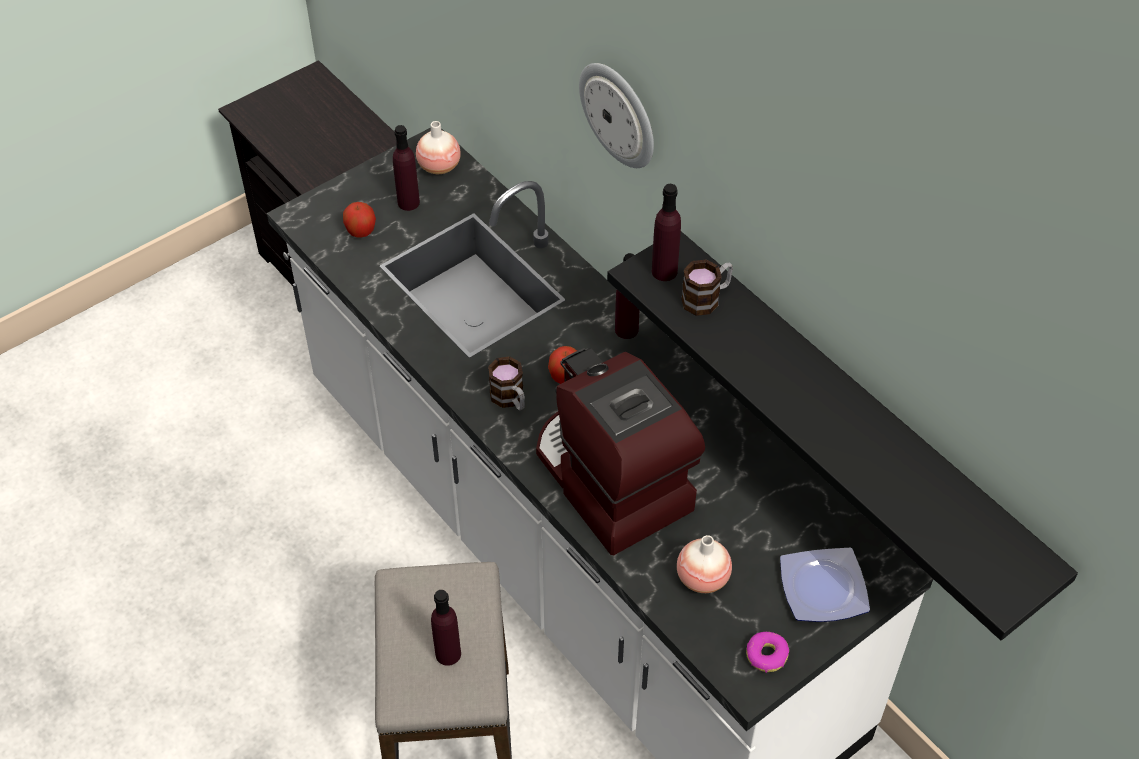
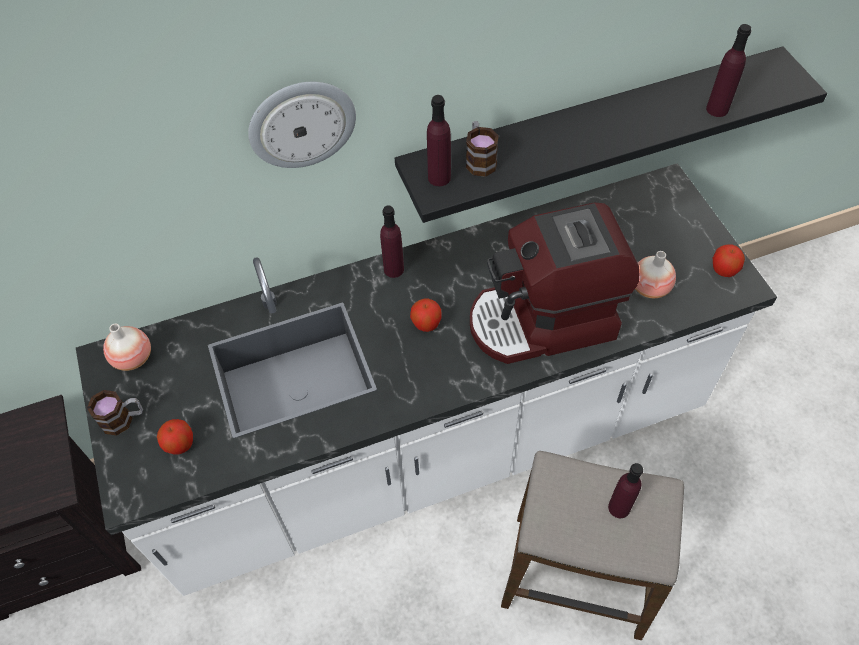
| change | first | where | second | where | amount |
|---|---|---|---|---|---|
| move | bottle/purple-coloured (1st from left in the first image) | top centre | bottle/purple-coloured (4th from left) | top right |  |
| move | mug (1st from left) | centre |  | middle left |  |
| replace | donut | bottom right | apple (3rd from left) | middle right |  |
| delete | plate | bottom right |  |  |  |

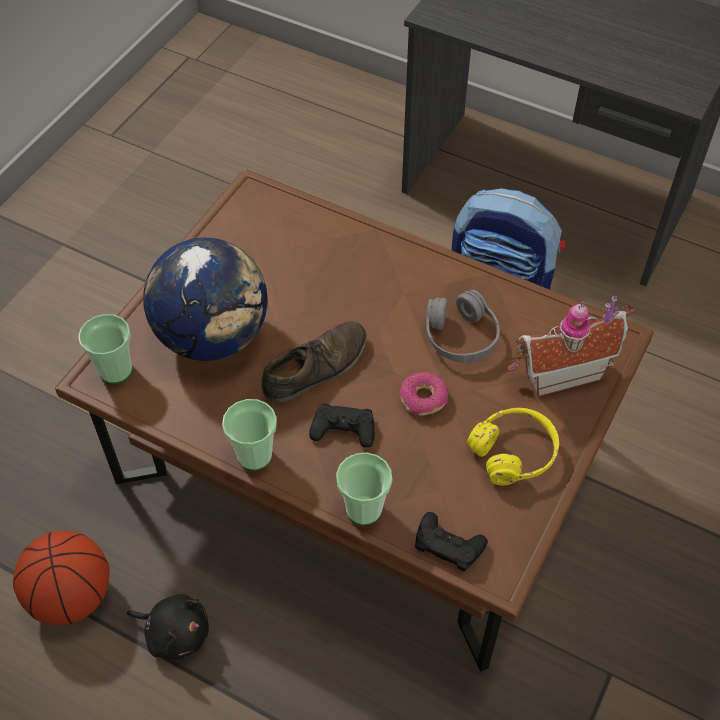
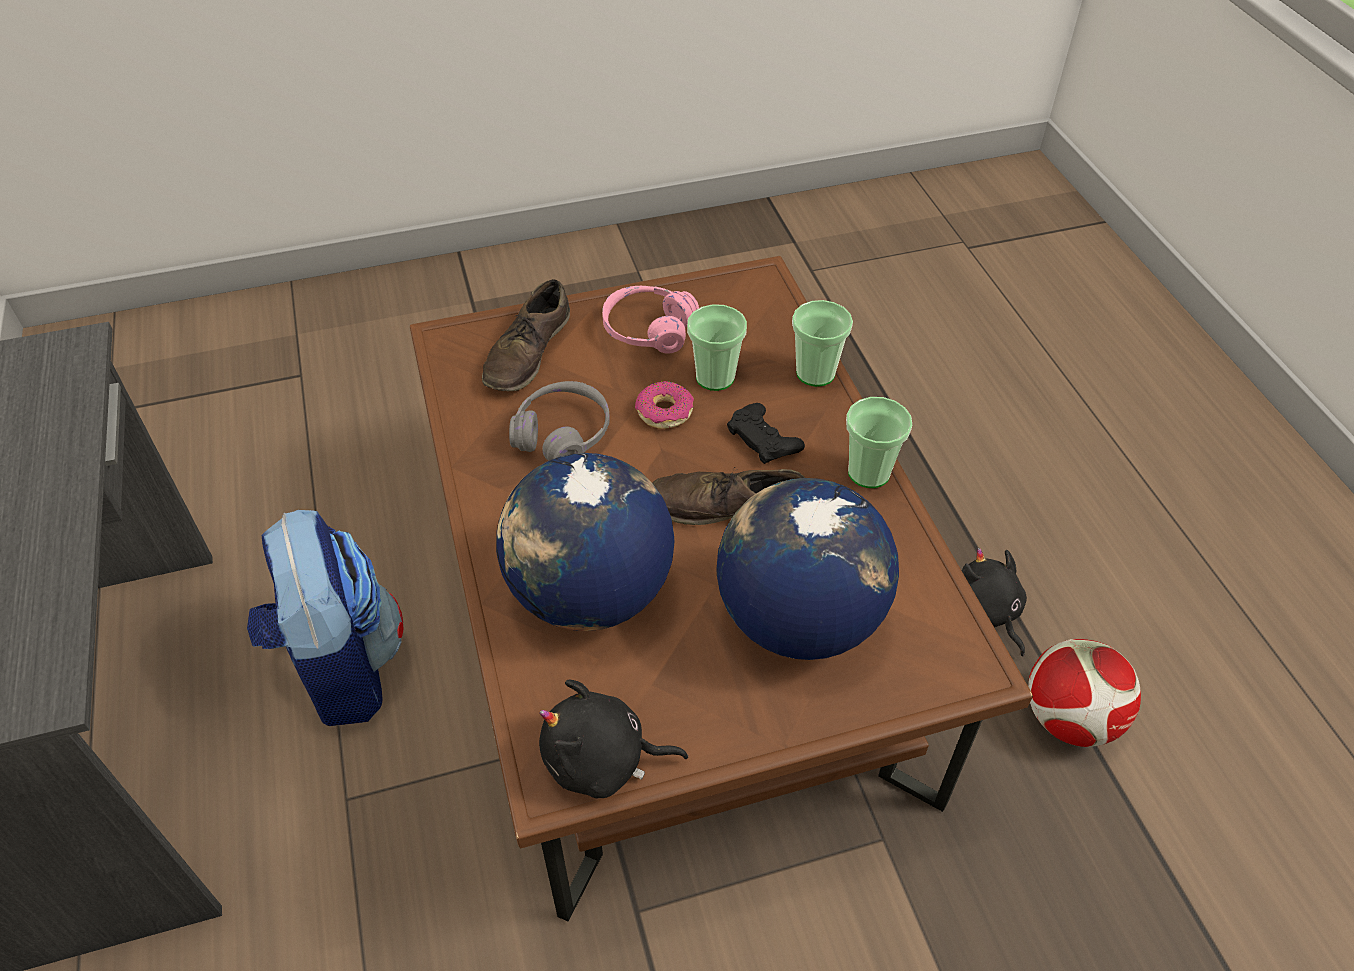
| change | first | where | second | where | amount |
|---|---|---|---|---|---|
| replace | basketball ball | bottom left | football | bottom right |  |
| move | cup (1st from left) | middle left |  | centre |  |
| delete | gamepad/blackish (2nd from left) | bottom centre |  |  |  |
| recolor | headset/yellow | middle right | headset/pink-coloured | top centre |  |
| replace | model house | middle right | low shoe/brownish (1st from left) | centre |  |
| insert |  |  | world globe (1st from left) | centre |  |
| insert |  |  | plush toy/blackish (1st from left) | bottom centre |  |

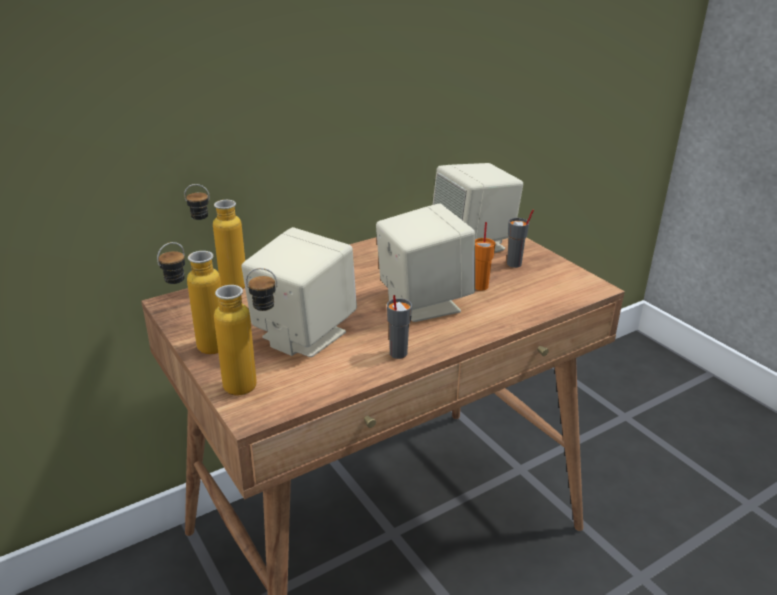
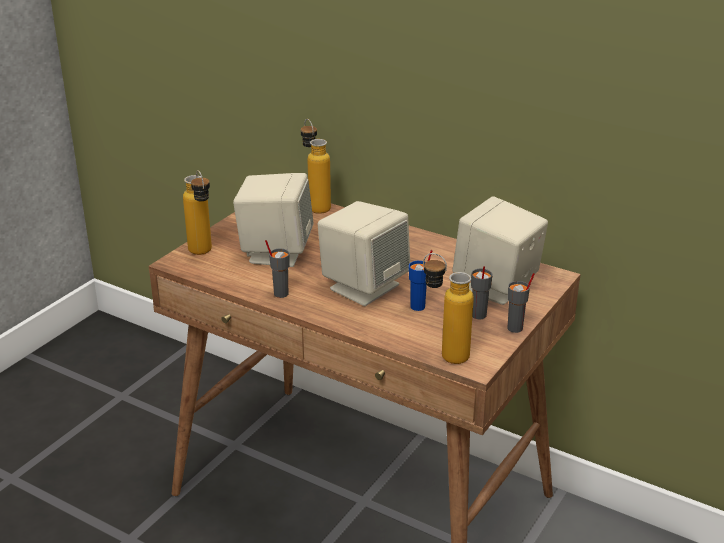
| change | first | where | second | where | amount |
|---|---|---|---|---|---|
| move | bottle (1st from left in the first image) | middle left | bottle (3rd from left) | centre |  |
| recolor | cup/orangey | centre | cup/blue | centre |  |
| insert |  |  | cup/greyish (3rd from left) | middle right |  |

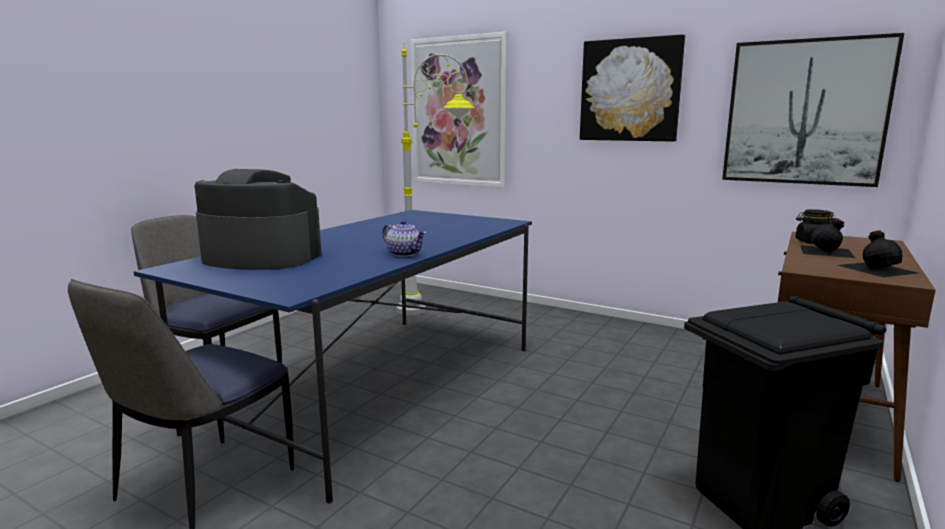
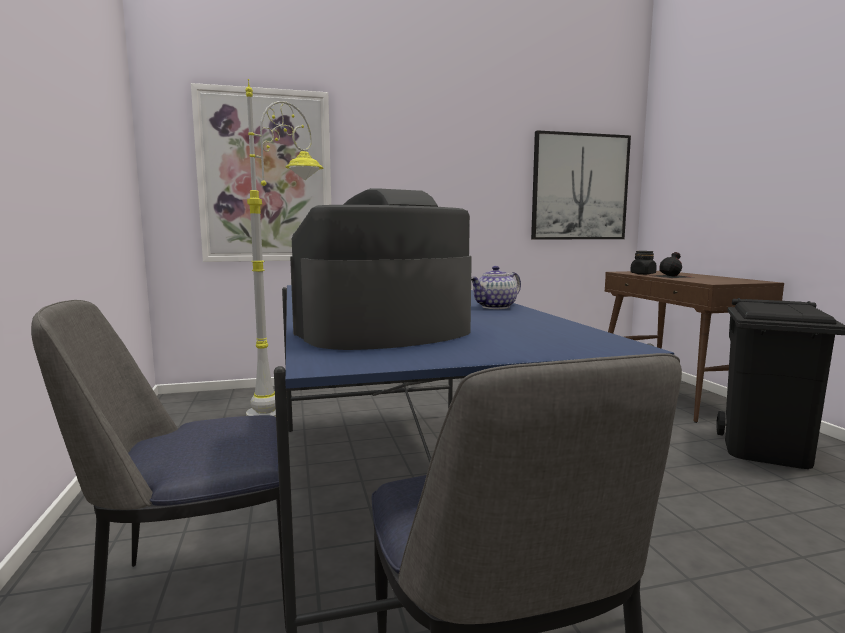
| change | first | where | second | where | amount |
|---|---|---|---|---|---|
| rotate | tea pot | centre |  | centre | 150 degrees clockwise |
| delete | wall art (2nd from left) | top right |  |  |  |
| delete | bottle/blackish (2nd from left) | middle right |  |  |  |

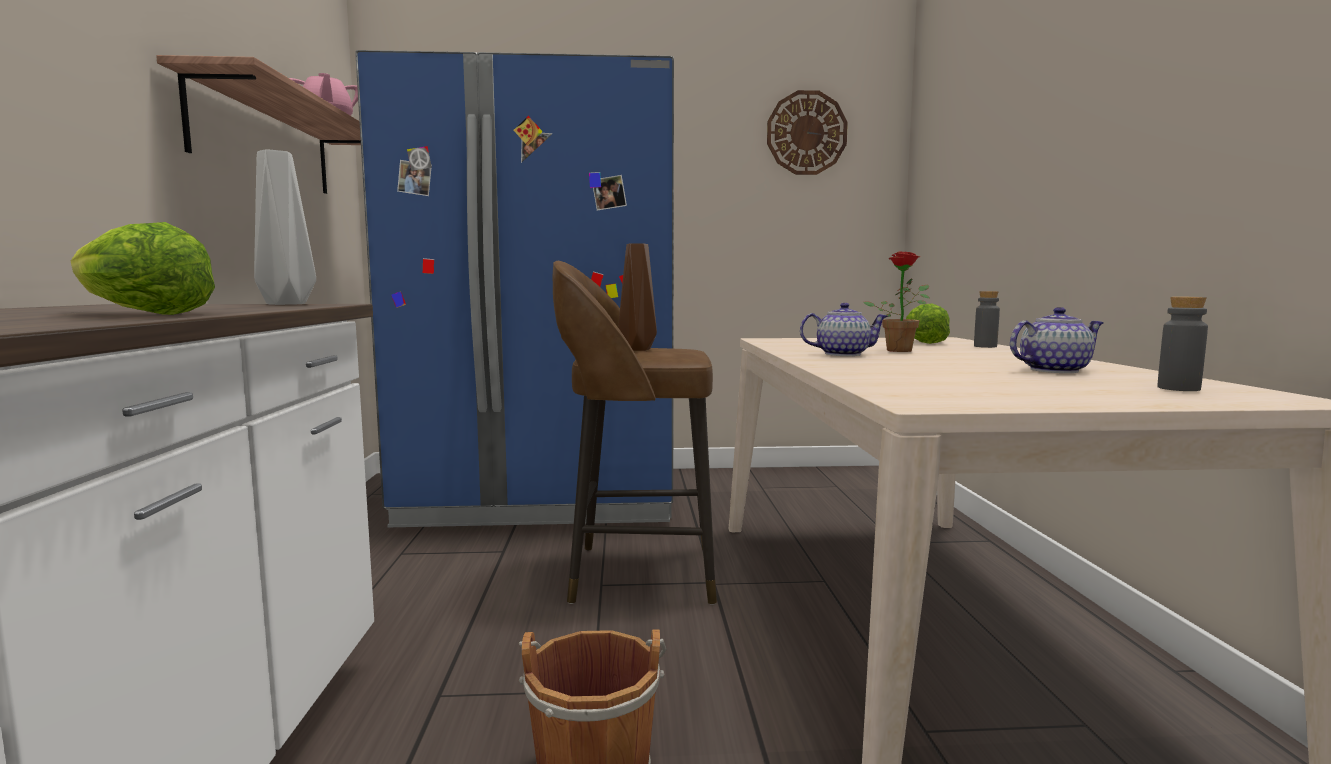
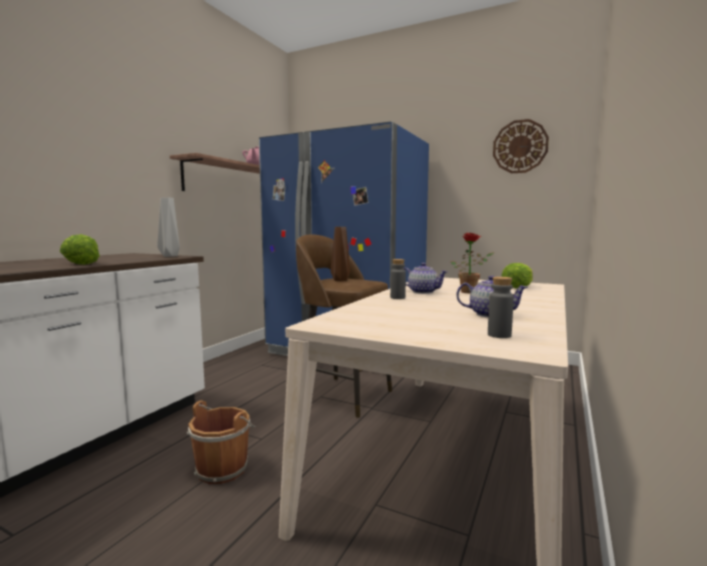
| change | first | where | second | where | amount |
|---|---|---|---|---|---|
| move | bottle/greyish (1st from left) | middle right |  | centre |  |

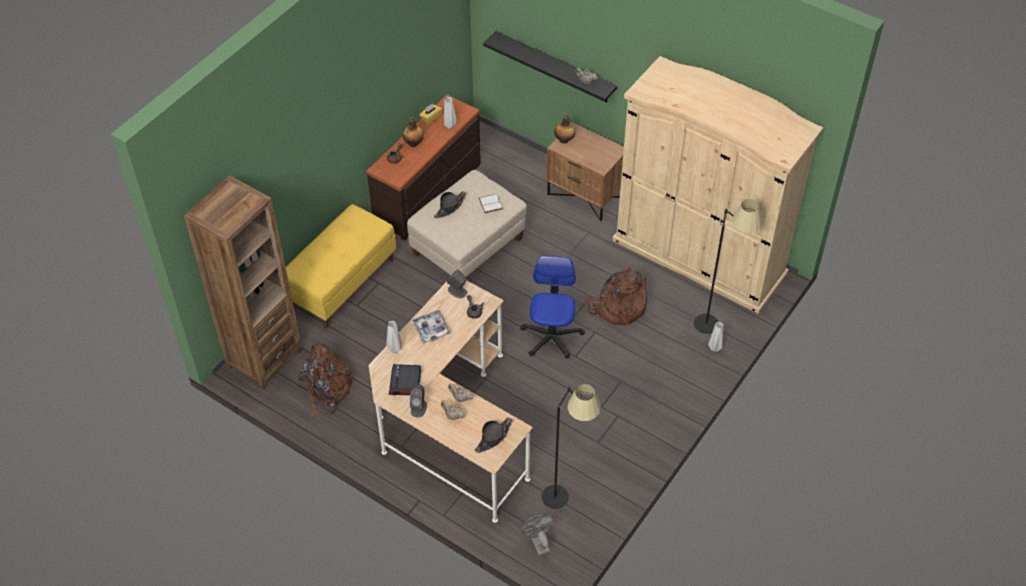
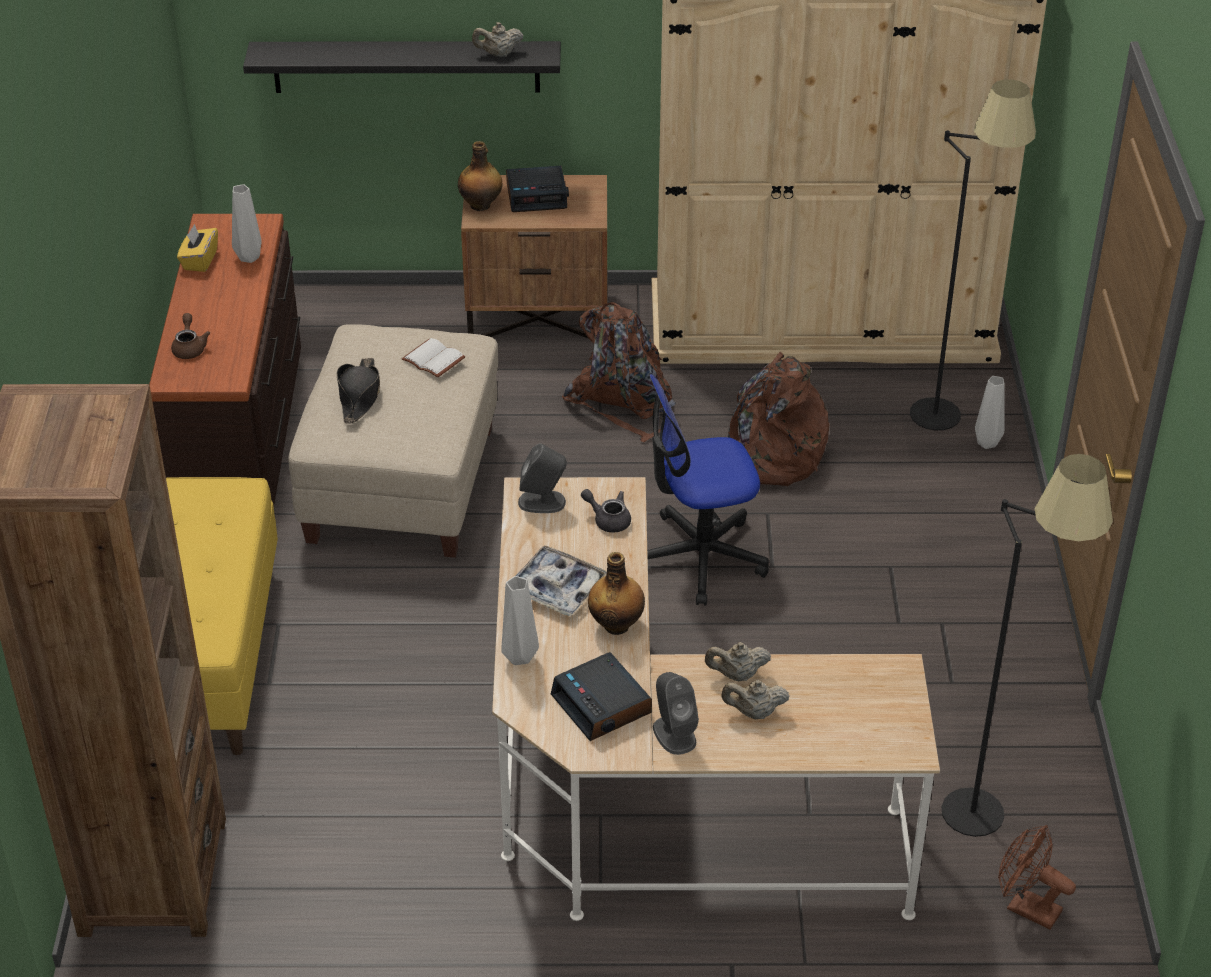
| change | first | where | second | where | amount |
|---|---|---|---|---|---|
| move | rucksack/brownish (1st from left) | middle left |  | centre |  |
| move | bottle (1st from left in the first image) | top centre | bottle (2nd from left) | centre |  |
| delete | wearable hat/blackish (2nd from left) | bottom centre |  |  |  |
| rotate | office chair | centre |  | centre | 75 degrees counterclockwise |
| recolor | fan/greyish | bottom centre | fan/brownish | bottom right |  |
| insert |  |  | alarm clock (1st from left) | top centre |  |

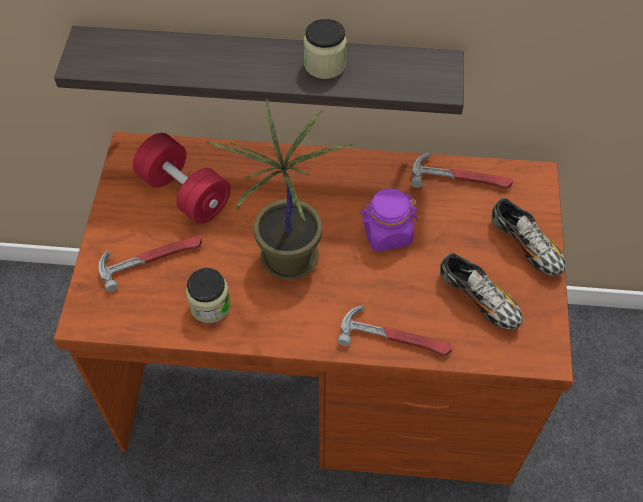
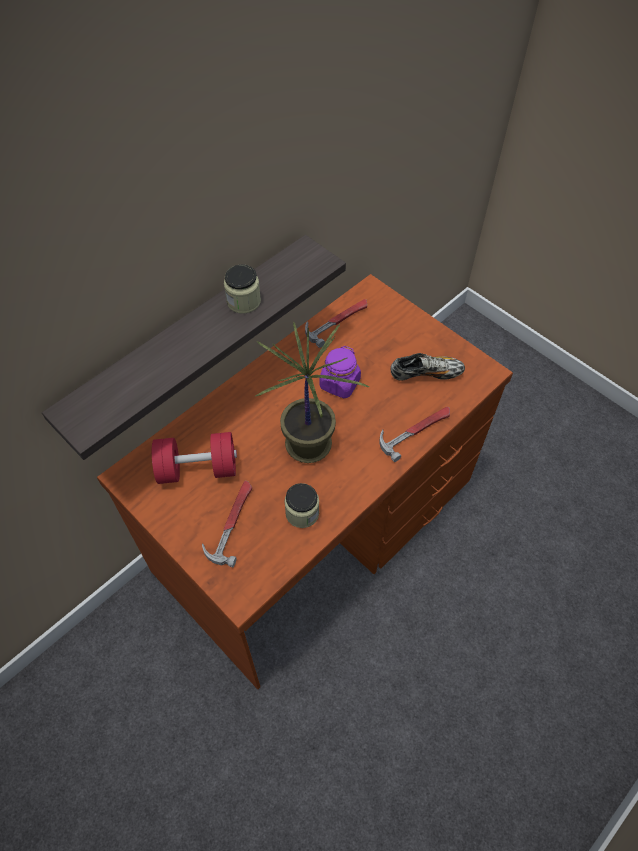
| change | first | where | second | where | amount |
|---|---|---|---|---|---|
| delete | low shoe (2nd from left) | middle right |  |  |  |

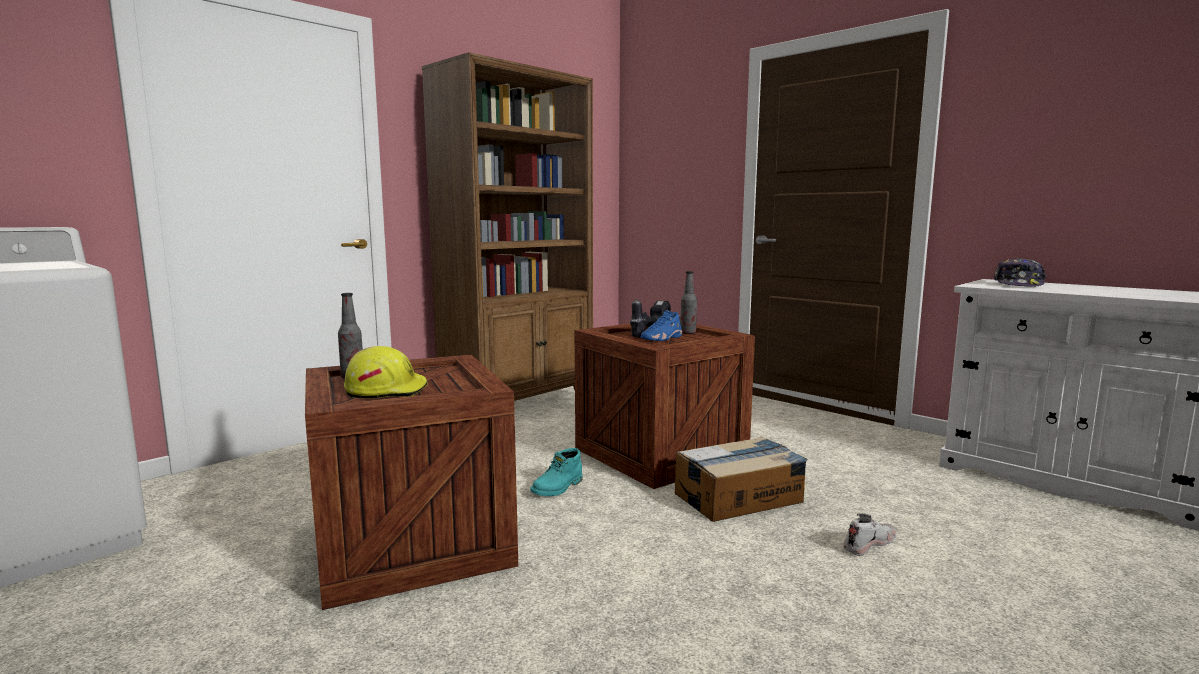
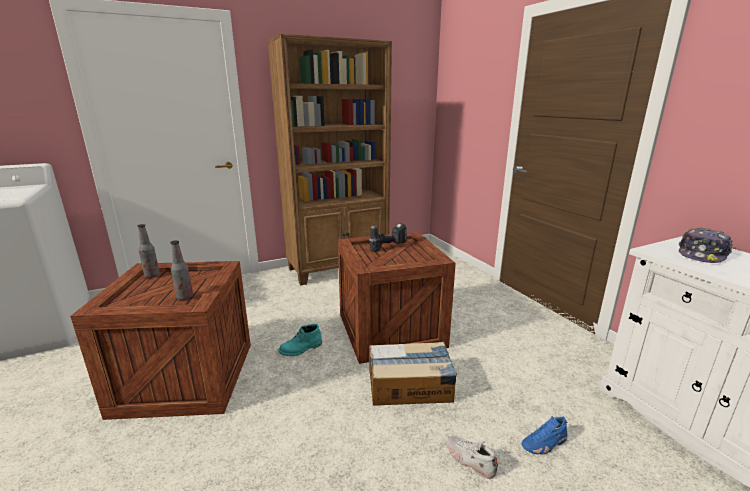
| change | first | where | second | where | amount |
|---|---|---|---|---|---|
| delete | hard hat/yellow | middle left |  |  |  |
| move | low shoe/blue | centre |  | bottom right |  |
| move | bottle (2nd from left) | centre |  | middle left |  |
| rotate | low shoe/whitish | bottom right |  | bottom centre | 120 degrees counterclockwise |

